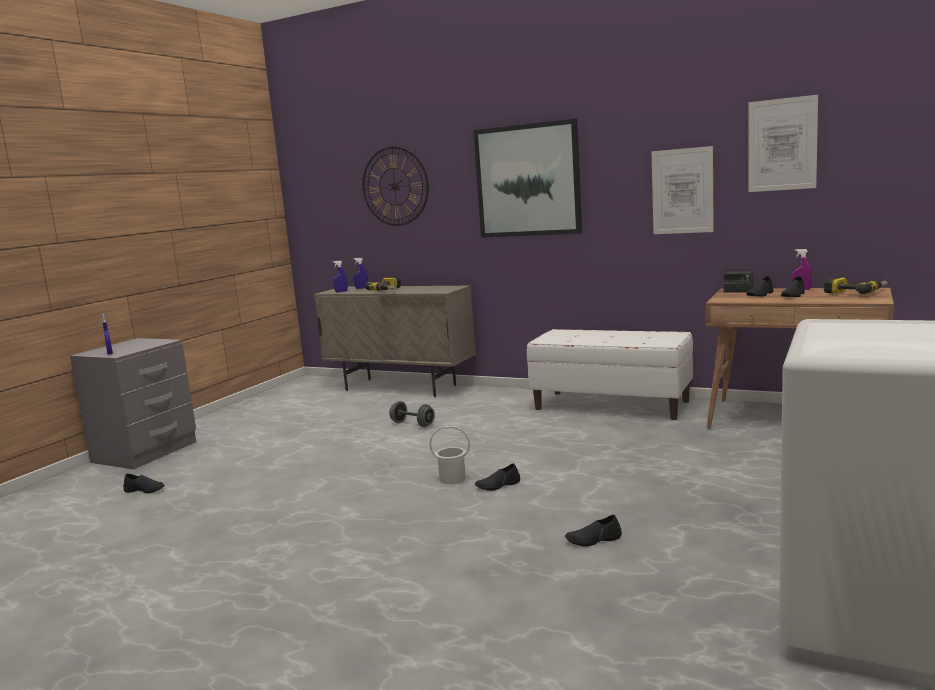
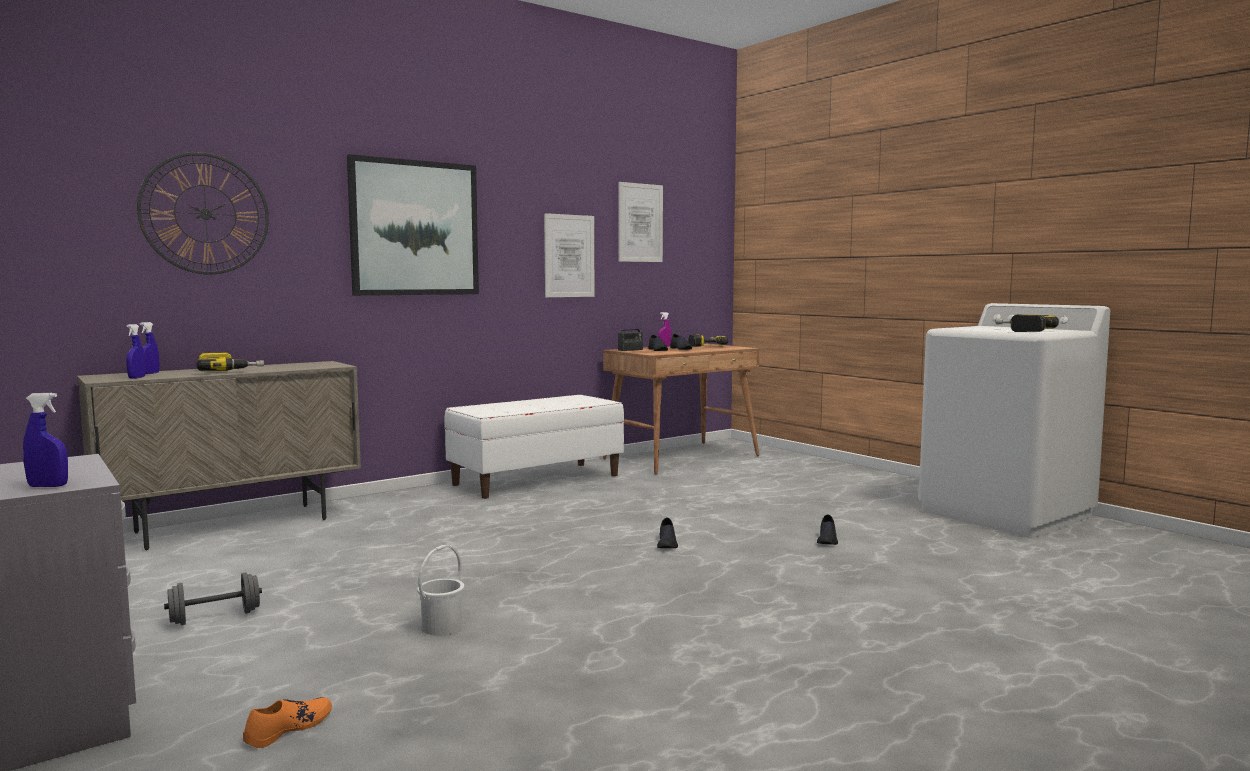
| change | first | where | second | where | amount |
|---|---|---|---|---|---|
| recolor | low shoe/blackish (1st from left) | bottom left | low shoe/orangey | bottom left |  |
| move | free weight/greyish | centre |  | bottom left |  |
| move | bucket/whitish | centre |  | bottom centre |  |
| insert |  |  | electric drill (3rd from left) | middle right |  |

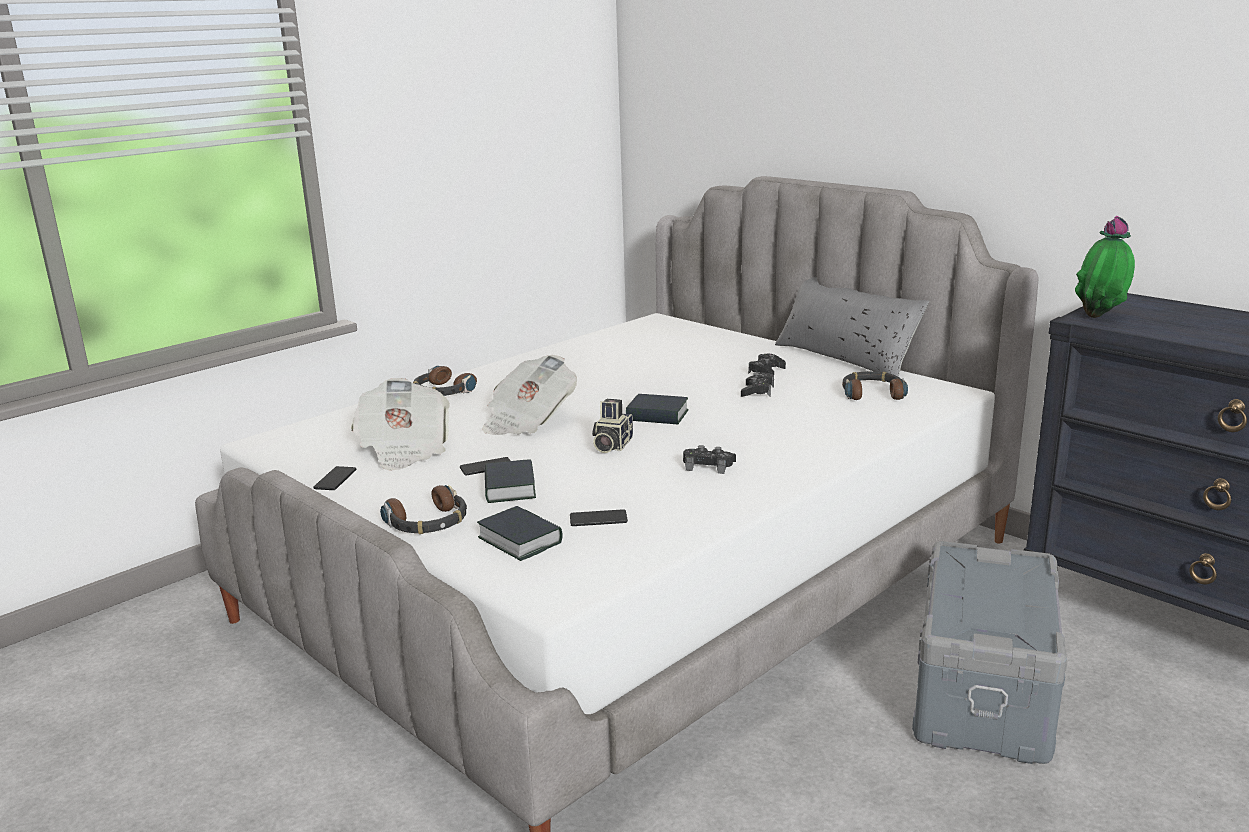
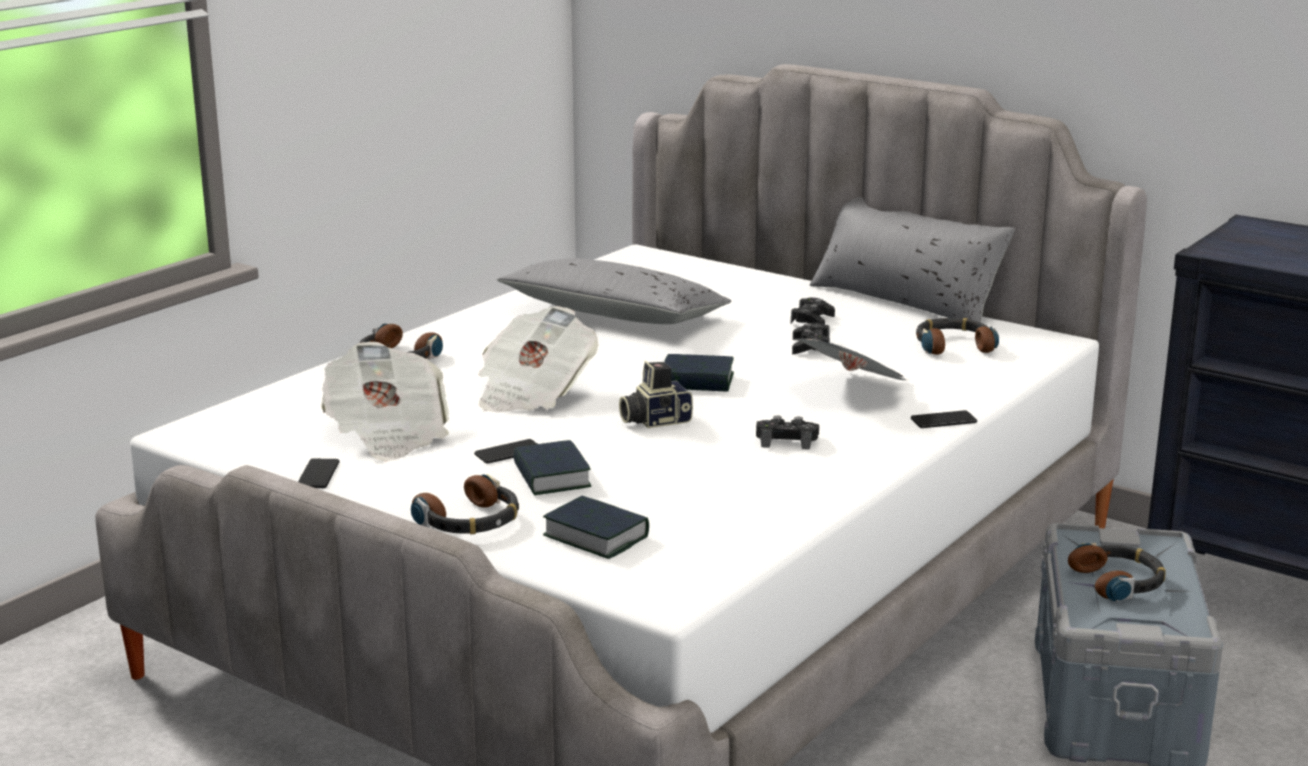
| change | first | where | second | where | amount |
|---|---|---|---|---|---|
| move | telephone (3rd from left) | centre |  | middle right |  |
| rotate | still camera | centre |  | centre | 60 degrees clockwise |
| delete | houseplant | top right |  |  |  |
| insert |  |  | cushion/greyish (1st from left) | centre |  |
| insert |  |  | printed paper (3rd from left) | centre |  |
| insert |  |  | headset (4th from left) | bottom right |  |

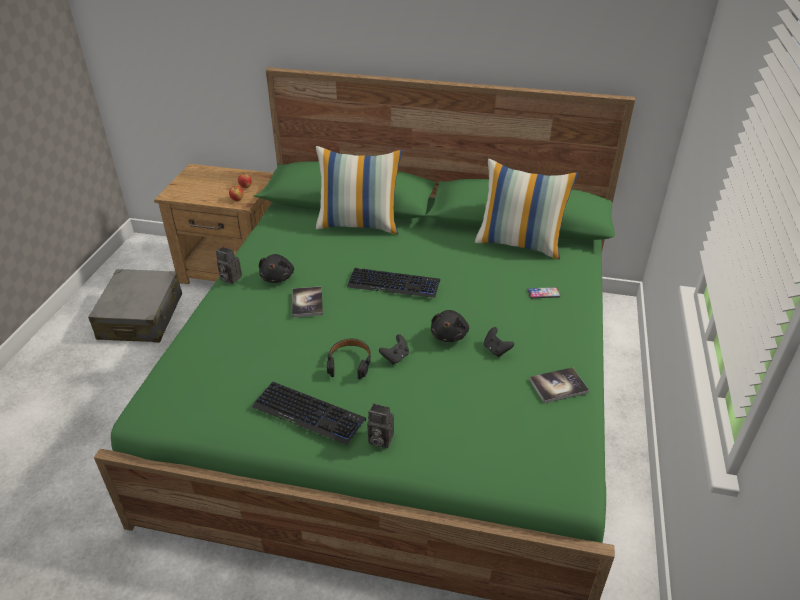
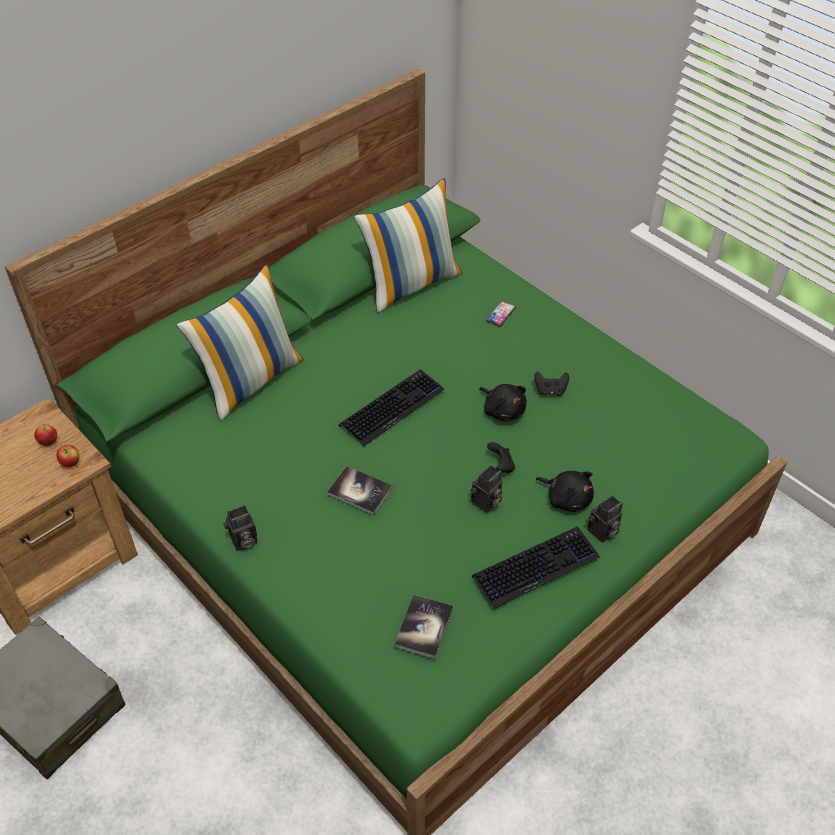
| change | first | where | second | where | amount |
|---|---|---|---|---|---|
| move | plush toy/blackish (1st from left in the first image) | centre | plush toy/blackish (2nd from left) | middle right |  |
| replace | headset/blackish | centre | still camera (2nd from left) | centre |  |
| move | book (2nd from left) | middle right |  | bottom centre |  |

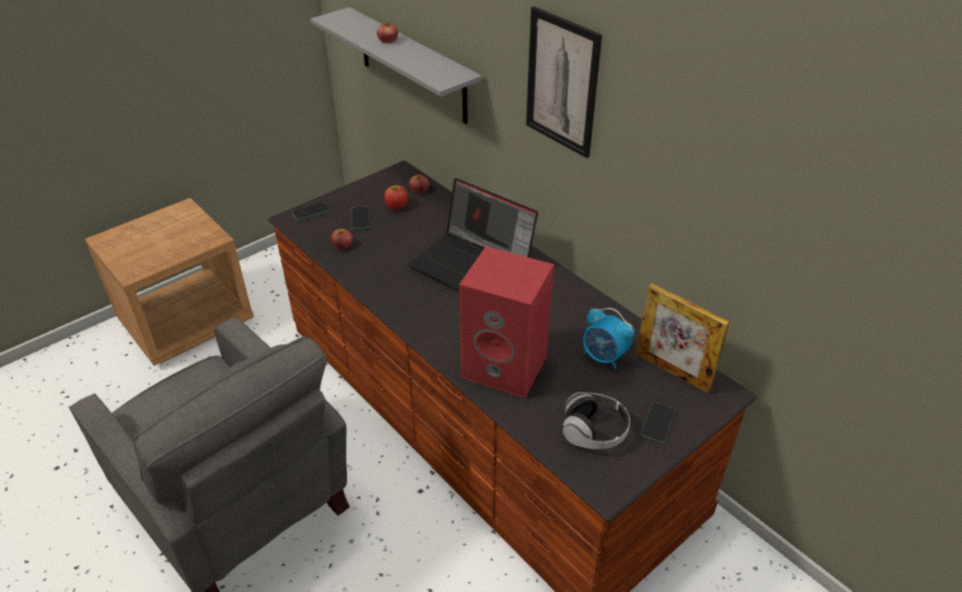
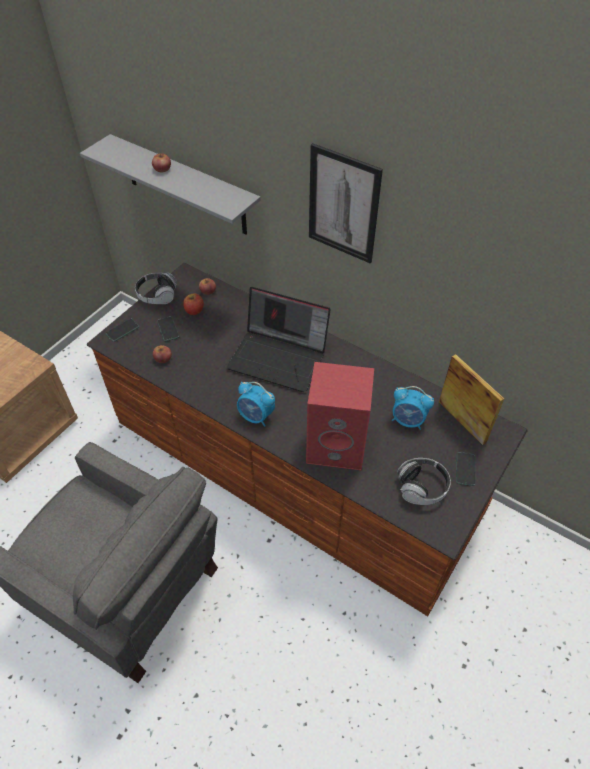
| change | first | where | second | where | amount |
|---|---|---|---|---|---|
| rotate | photo frame | middle right |  | middle right | 150 degrees counterclockwise |
| insert |  |  | headset (1st from left) | middle left |  |
| insert |  |  | alarm clock (1st from left) | centre |  |

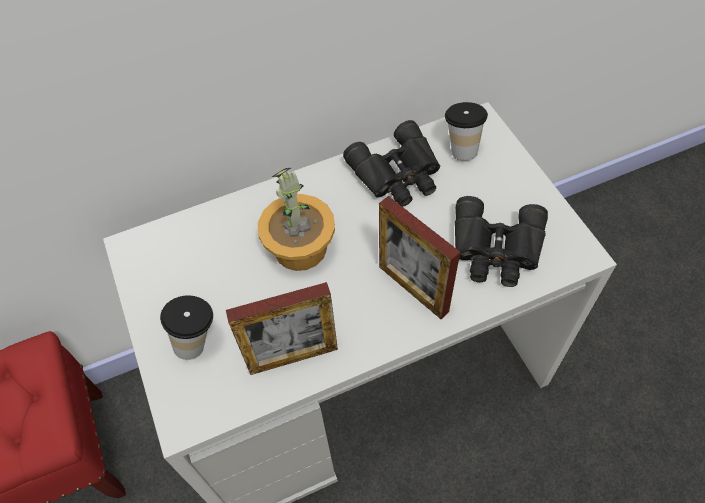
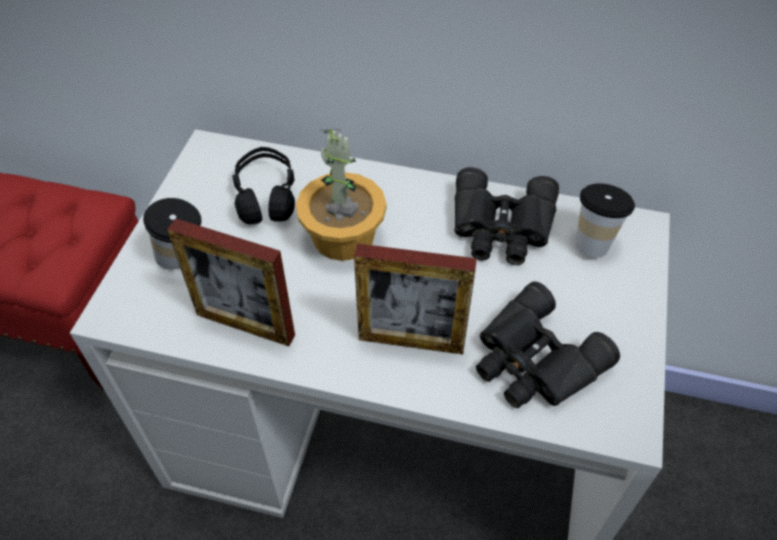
| change | first | where | second | where | amount |
|---|---|---|---|---|---|
| rotate | photo frame (2nd from left) | centre |  | centre | 75 degrees counterclockwise |
| insert |  |  | headset/blackish | centre |  |

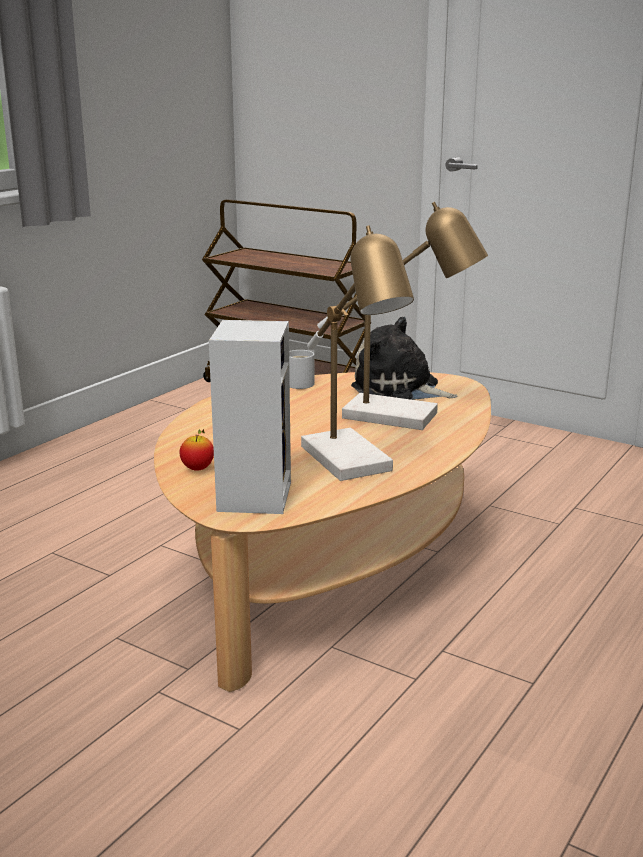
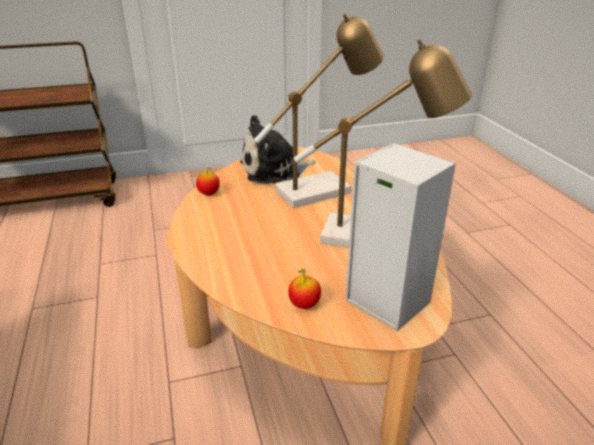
| change | first | where | second | where | amount |
|---|---|---|---|---|---|
| replace | mug/whitish | centre | apple (1st from left) | centre |  |

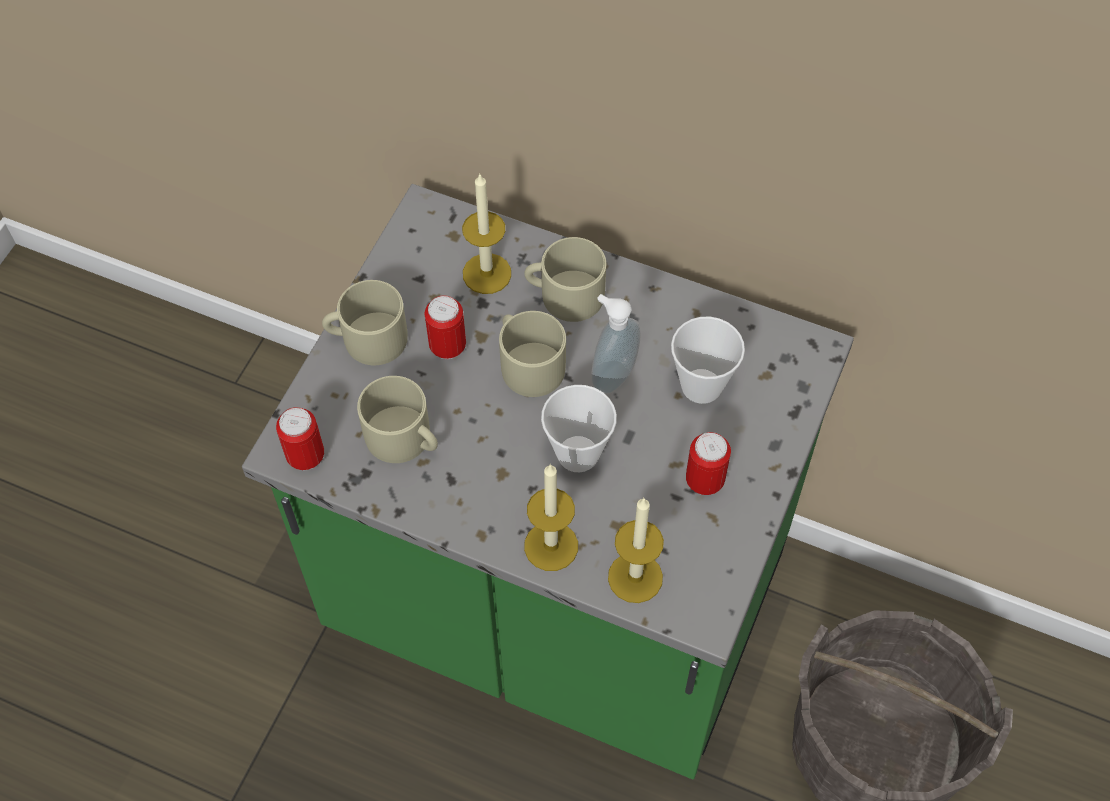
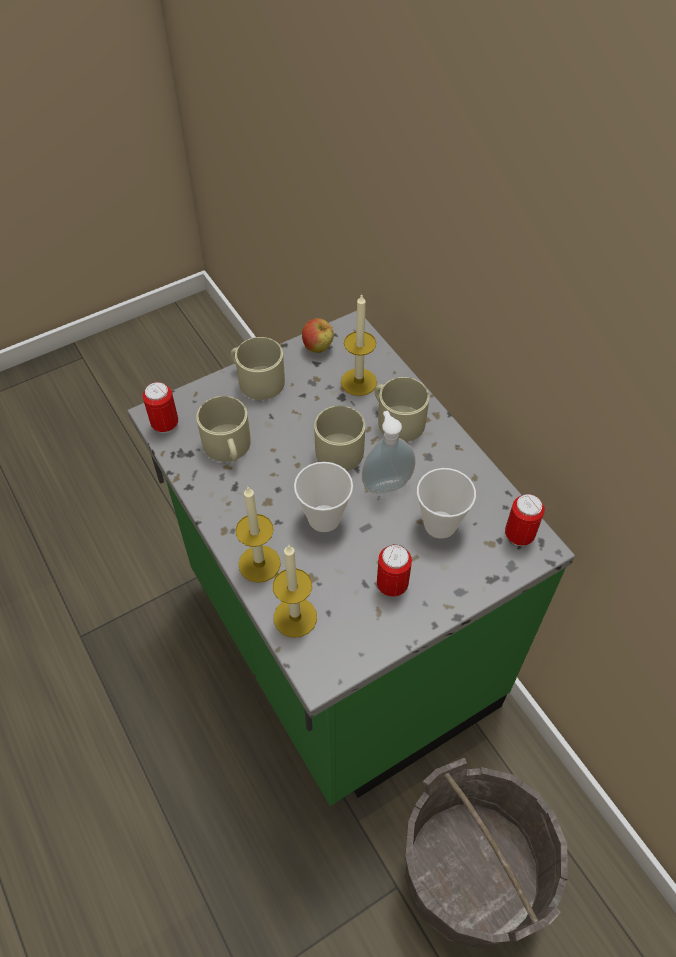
| change | first | where | second | where | amount |
|---|---|---|---|---|---|
| move | metal can (2nd from left in the first image) | centre | metal can (3rd from left) | middle right |  |
| insert |  |  | apple | centre |  |

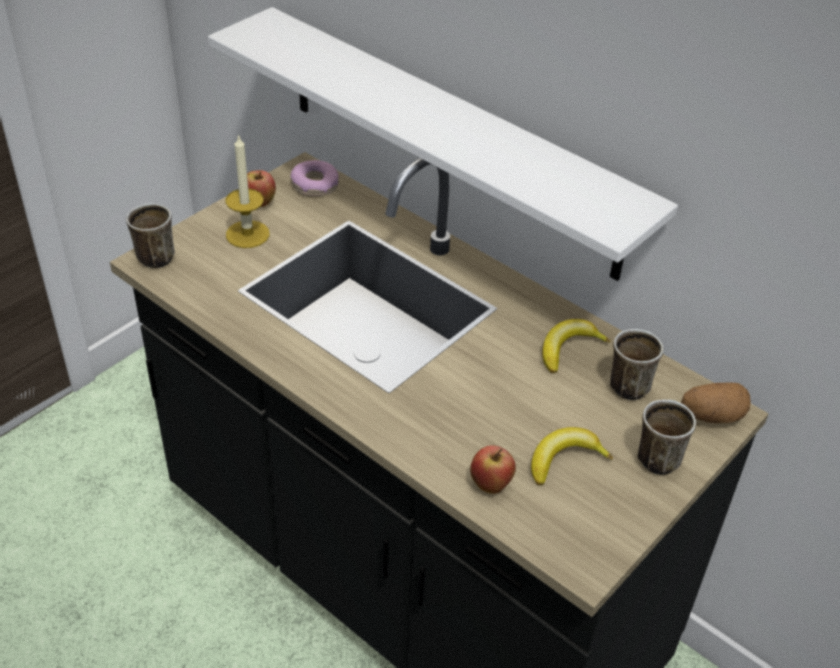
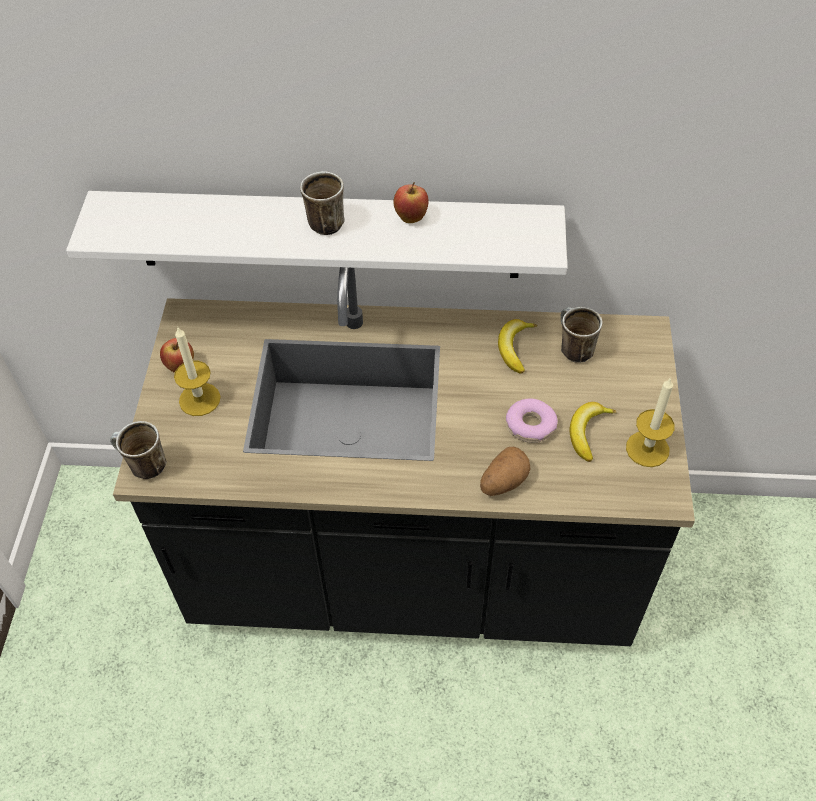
| change | first | where | second | where | amount |
|---|---|---|---|---|---|
| move | donut | top centre |  | centre |  |
| move | apple (2nd from left) | bottom centre |  | top centre |  |
| move | mug (3rd from left in the first image) | middle right | mug (2nd from left) | top centre |  |
| move | potato | middle right |  | centre |  |
| insert |  |  | wax candle (2nd from left) | middle right |  |

